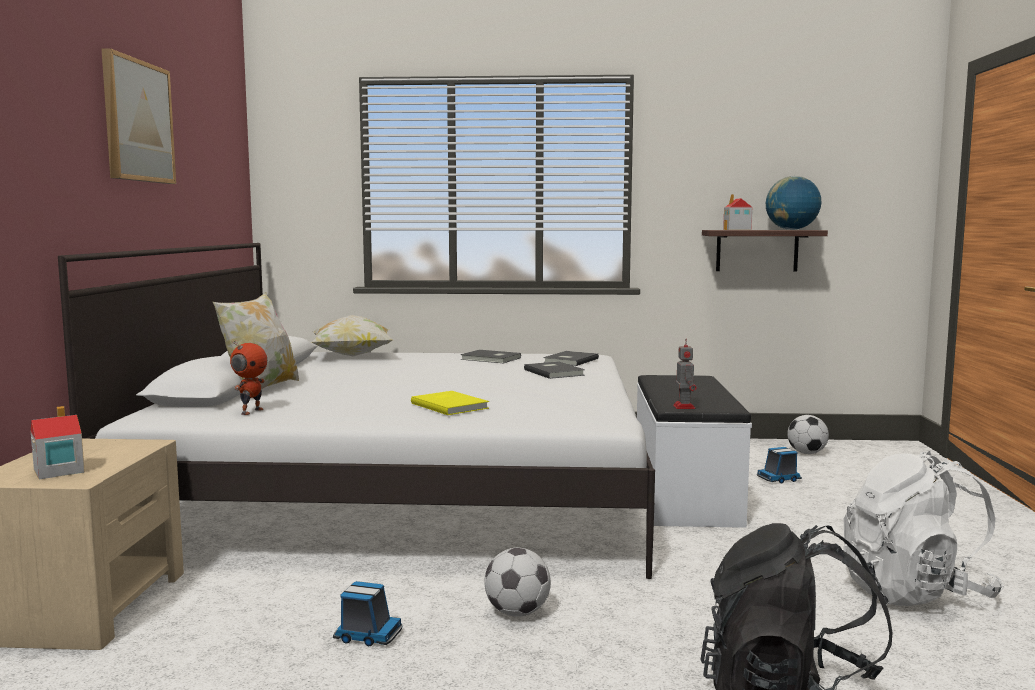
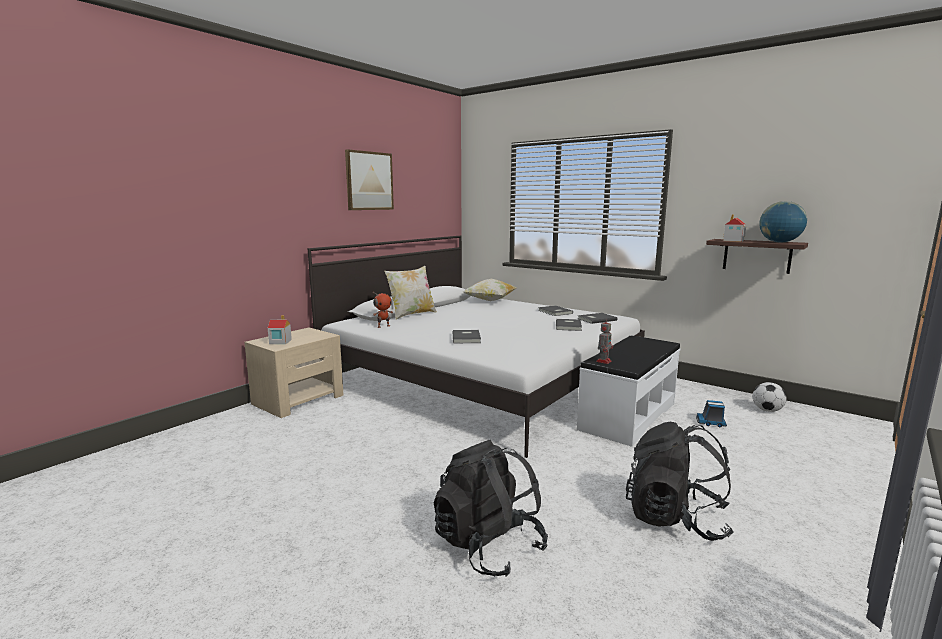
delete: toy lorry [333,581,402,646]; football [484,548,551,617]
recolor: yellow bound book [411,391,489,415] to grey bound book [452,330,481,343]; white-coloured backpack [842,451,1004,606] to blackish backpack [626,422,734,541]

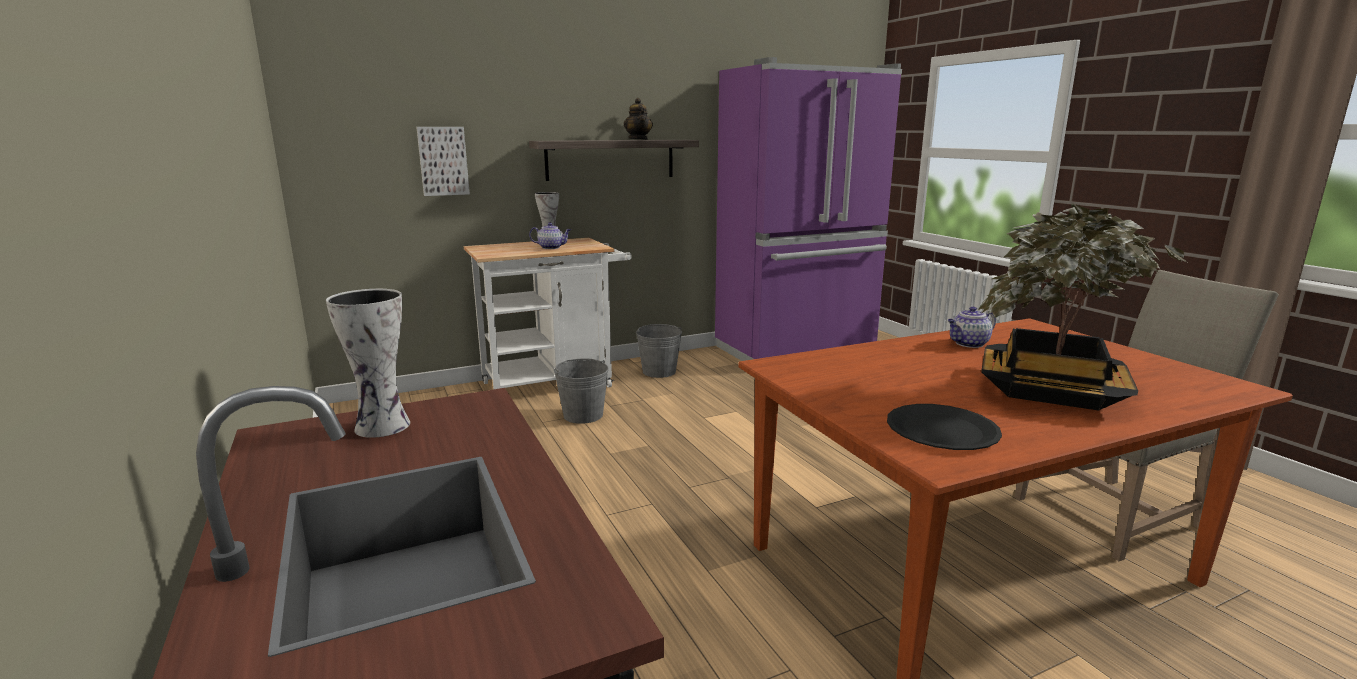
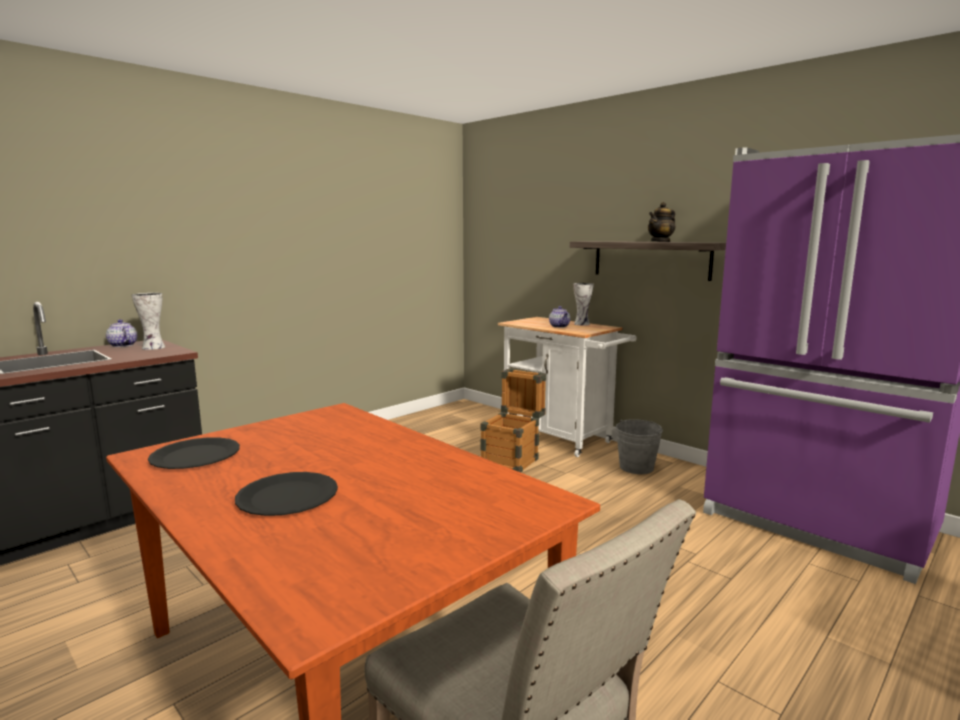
delete: picture [416,127,470,196]
move: teapot [948,307,996,348] to [106,319,138,347]
replace: grey pail [554,358,609,424] to packing crate [480,369,546,473]; potted plant [978,203,1187,410] to blackish flat dish [235,472,338,516]

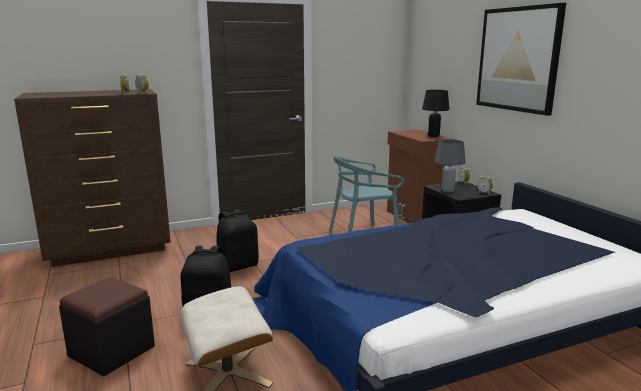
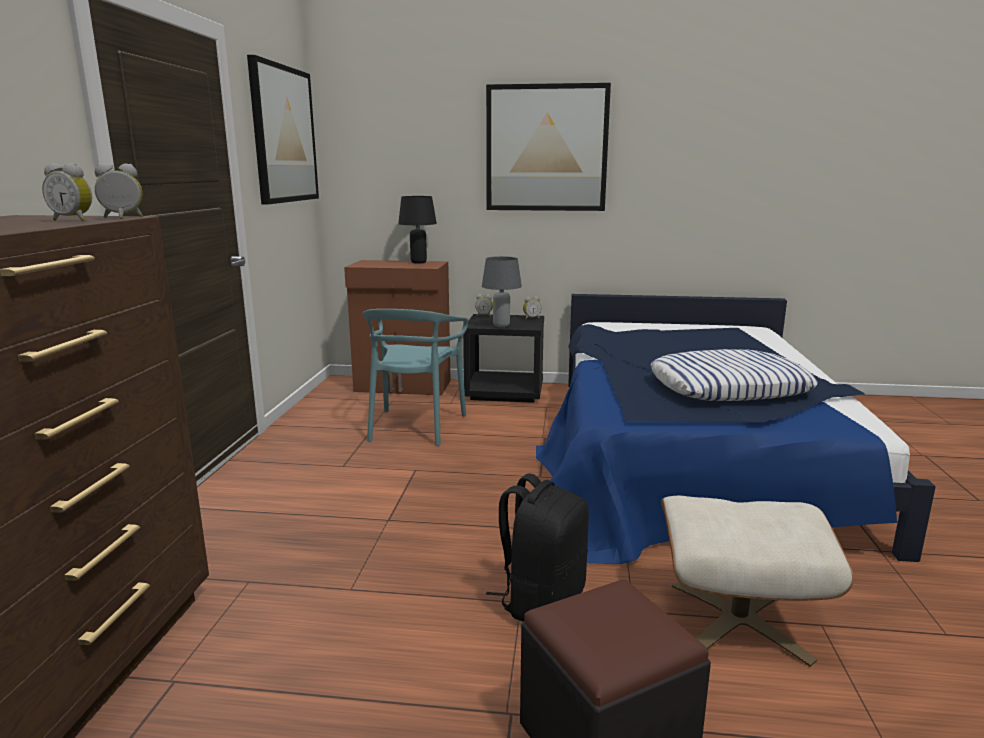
delete: blackish backpack [217,209,259,272]
insert: picture [247,55,319,204]; cushion [650,349,818,401]

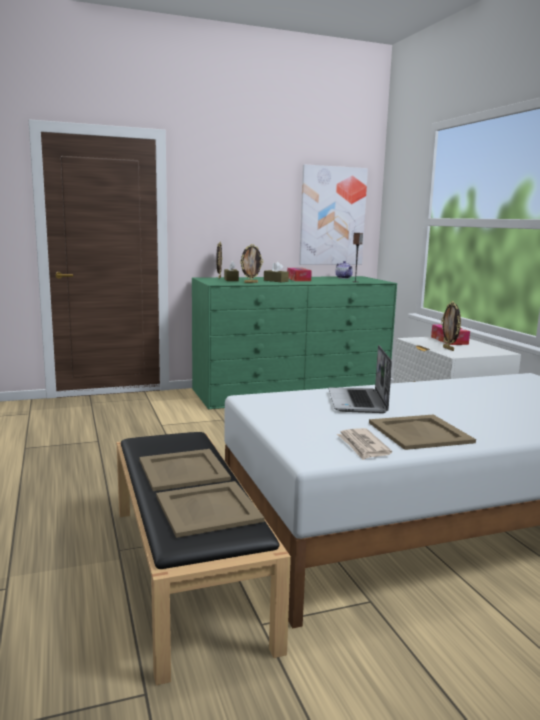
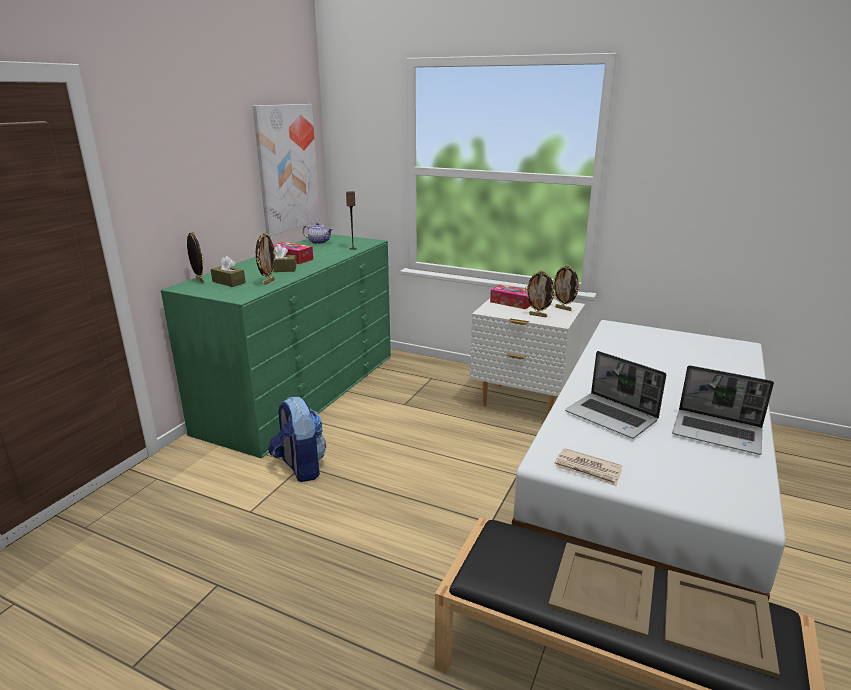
insert: backpack [268,397,326,482]; picture frame [552,265,580,311]
move: newspaper [337,428,392,460] to [555,448,622,486]
replace: sand-coloured tray [369,414,476,450] to portable computer [672,365,774,455]

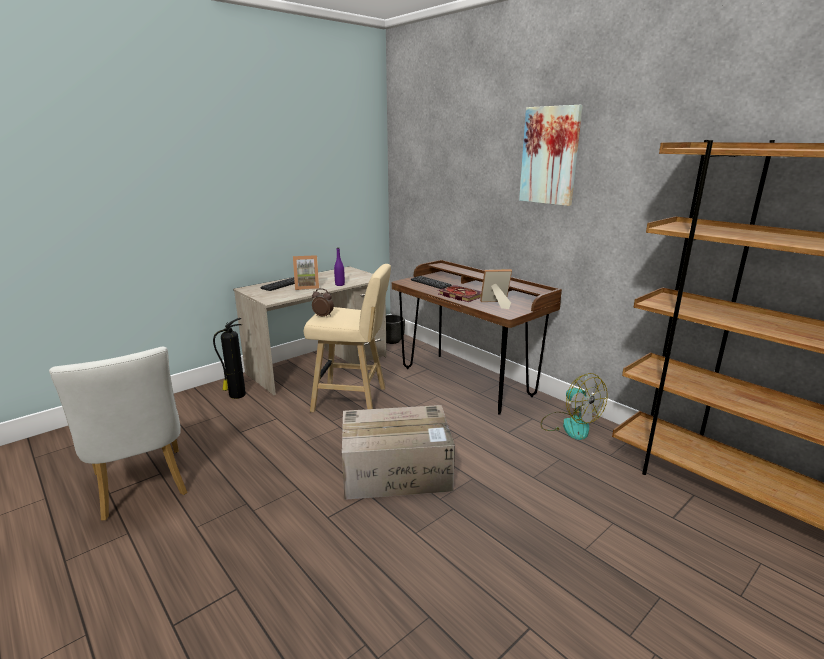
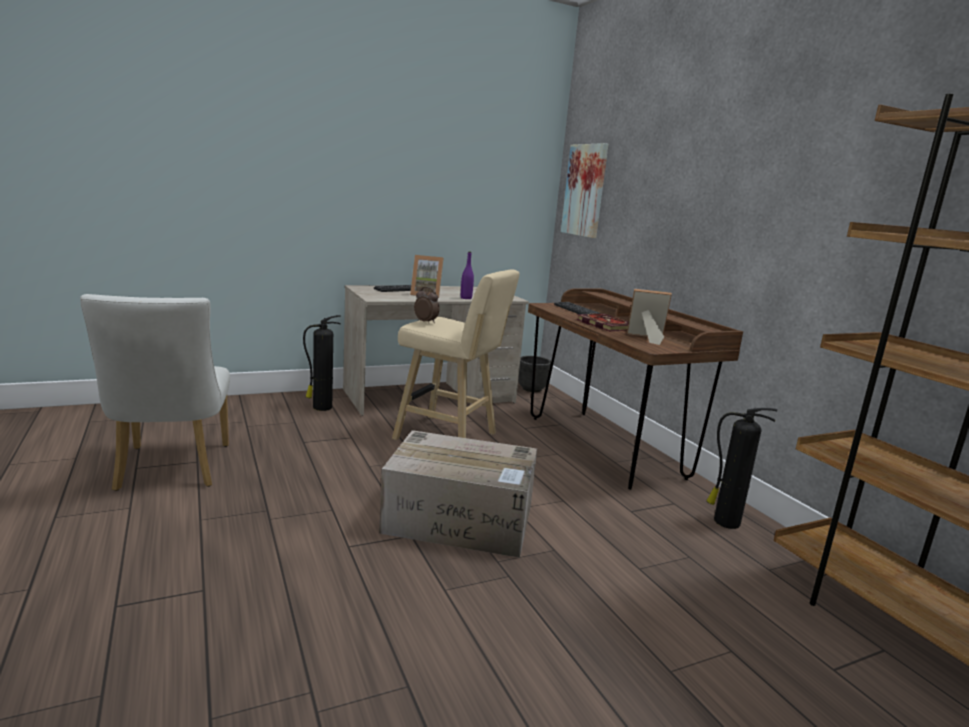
move: picture [519,105,583,206] to [561,143,608,238]
replace: fan [541,373,607,440] to extinguisher [706,408,777,529]

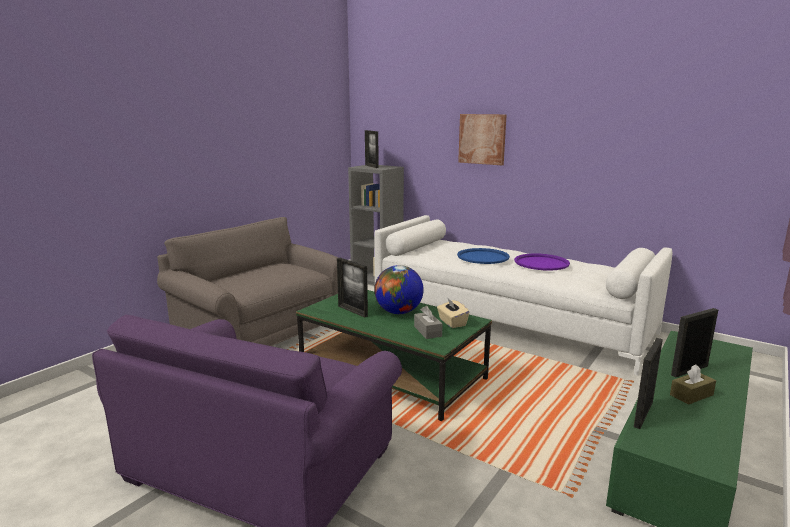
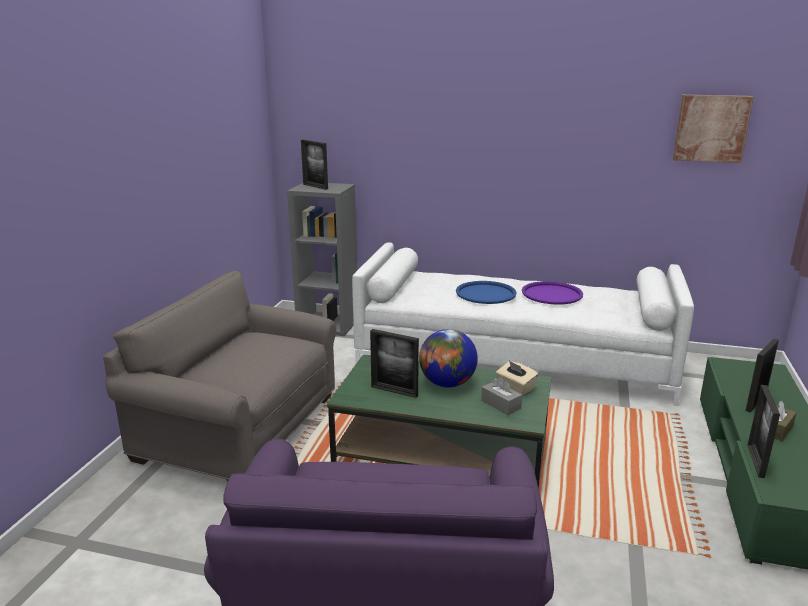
move: picture [458,114,507,165] to [673,95,754,163]

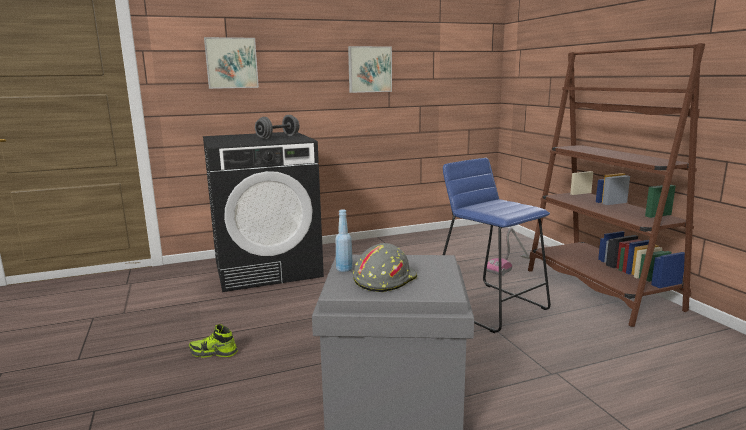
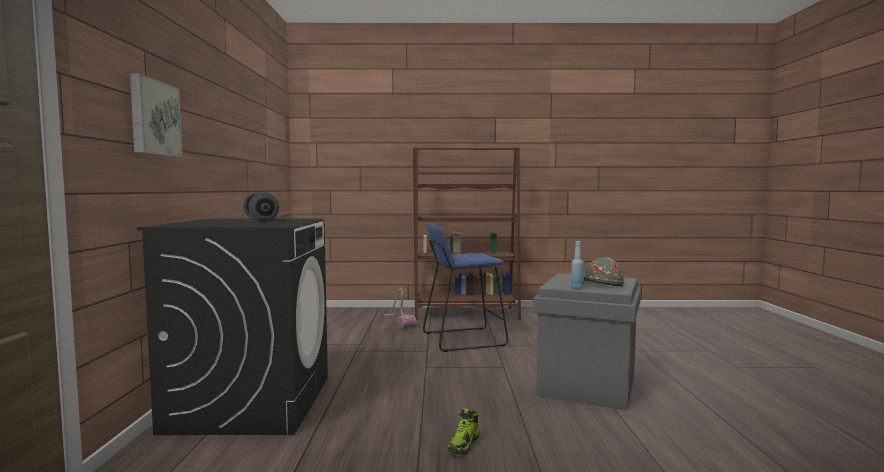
delete: picture [348,46,392,93]

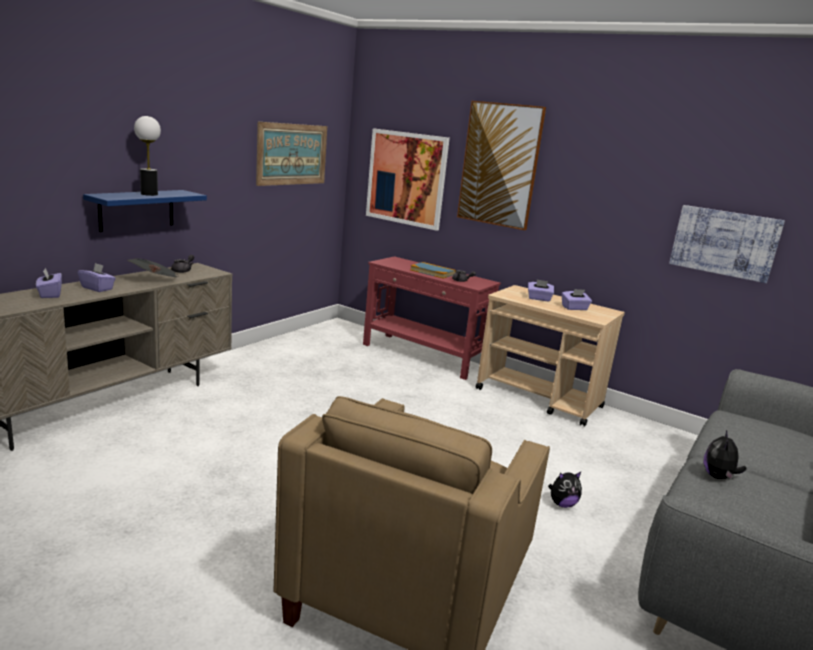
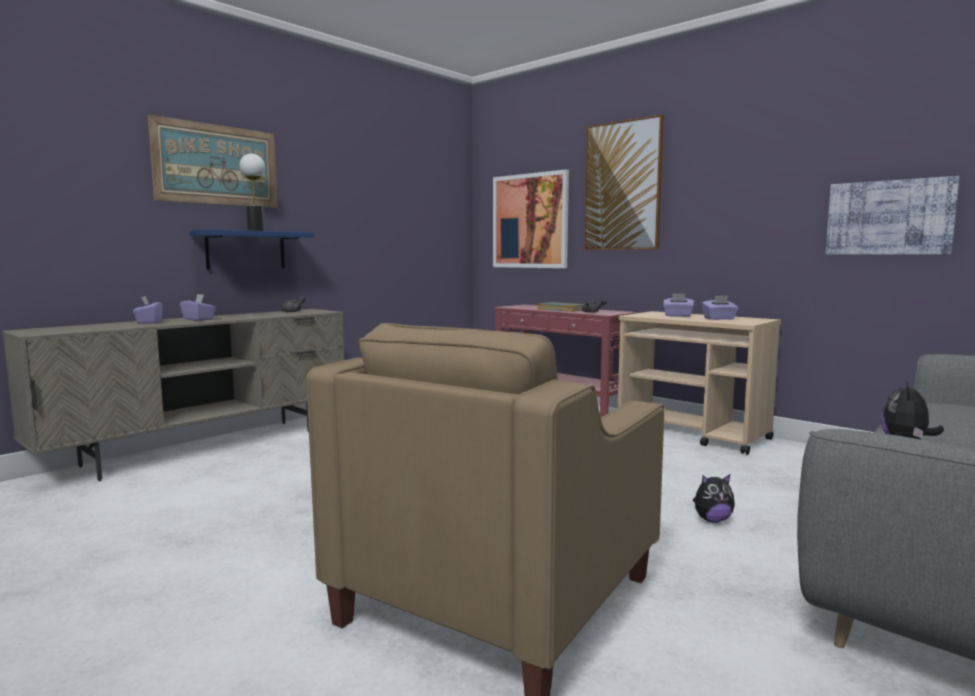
delete: newspaper [127,259,178,277]
move: picture [256,122,327,186] to [148,115,278,208]

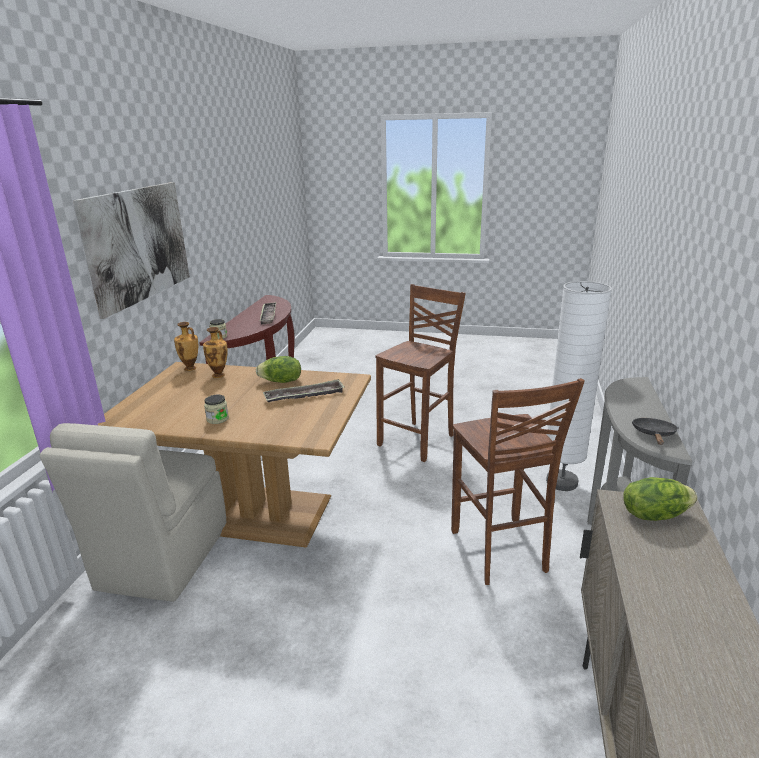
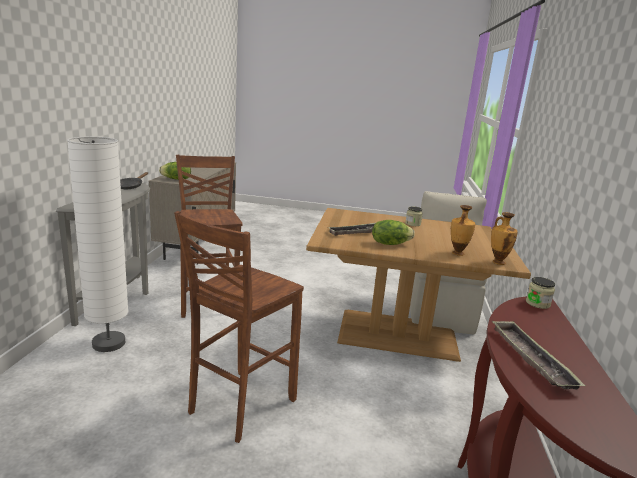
delete: picture [73,182,190,319]

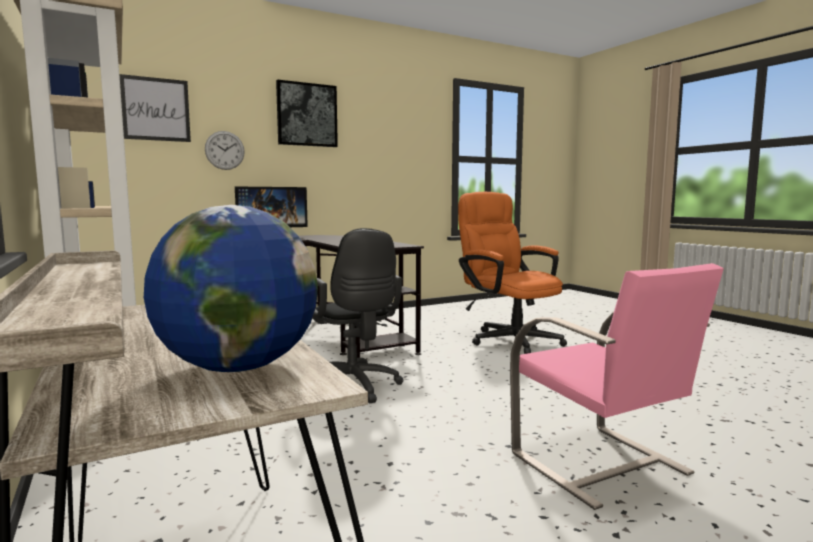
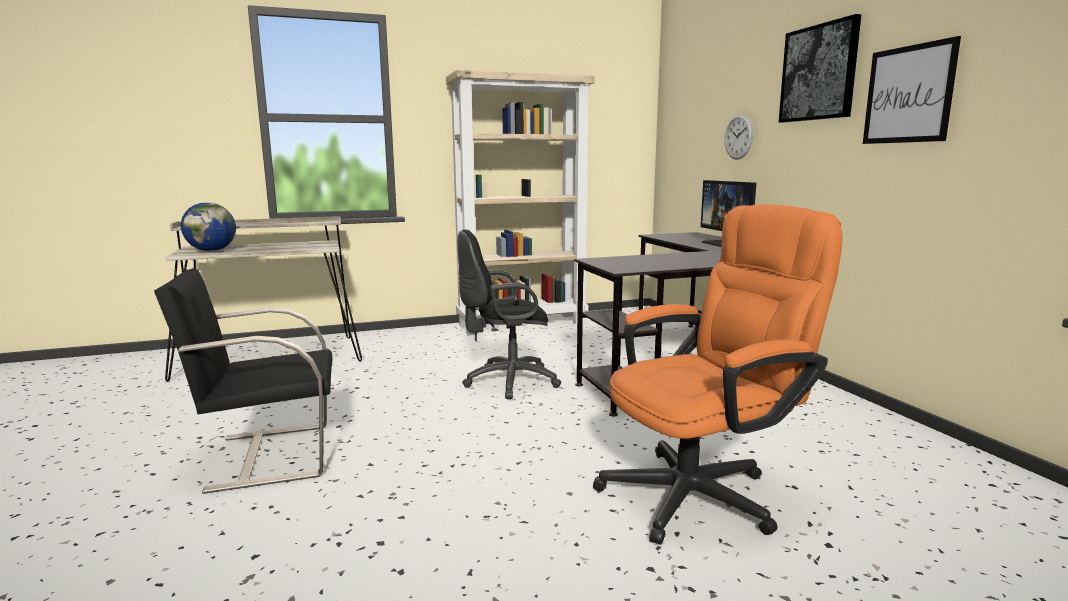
move: picture [119,74,191,142] to [863,36,961,144]
recolor: pinkish chair [510,263,724,510] to blackish chair [154,268,333,494]

